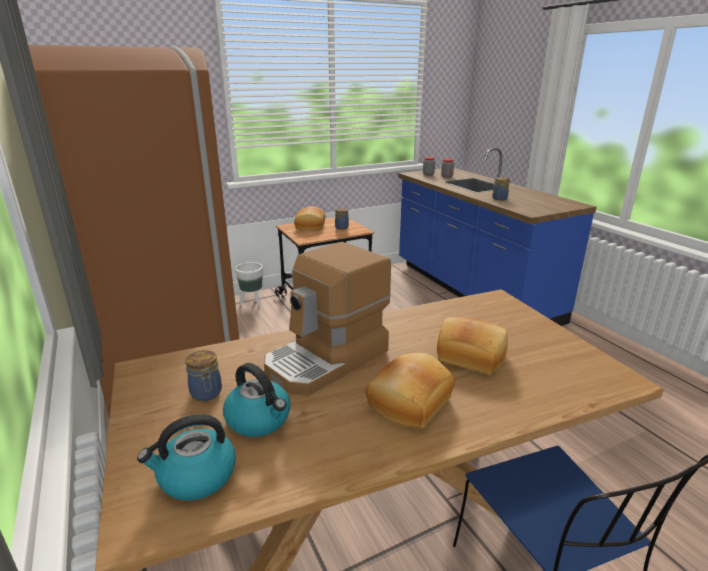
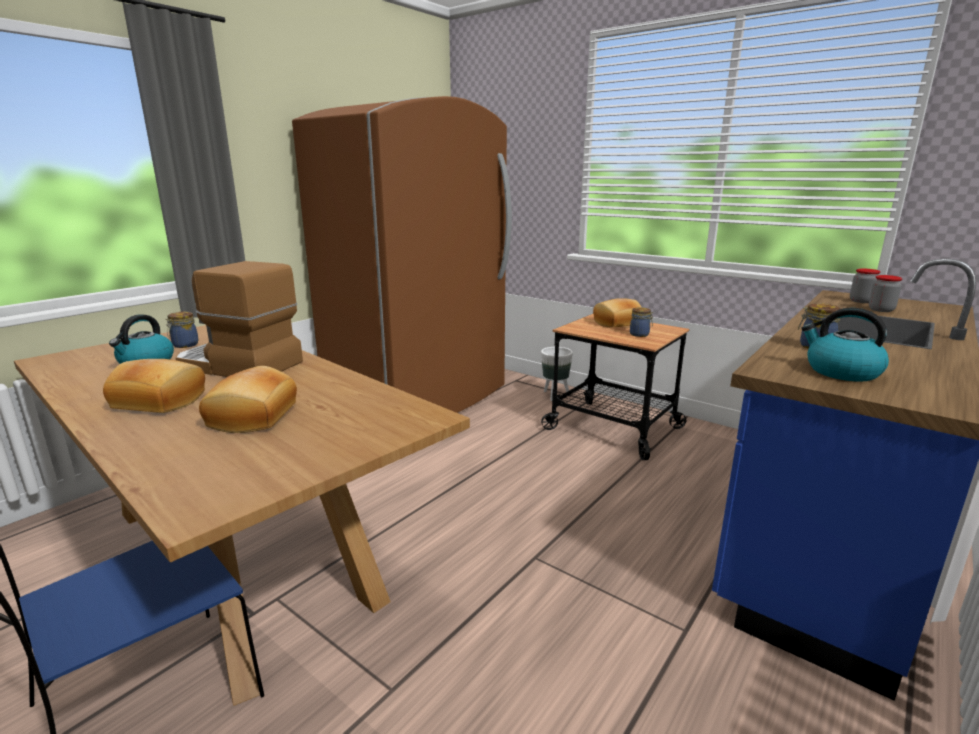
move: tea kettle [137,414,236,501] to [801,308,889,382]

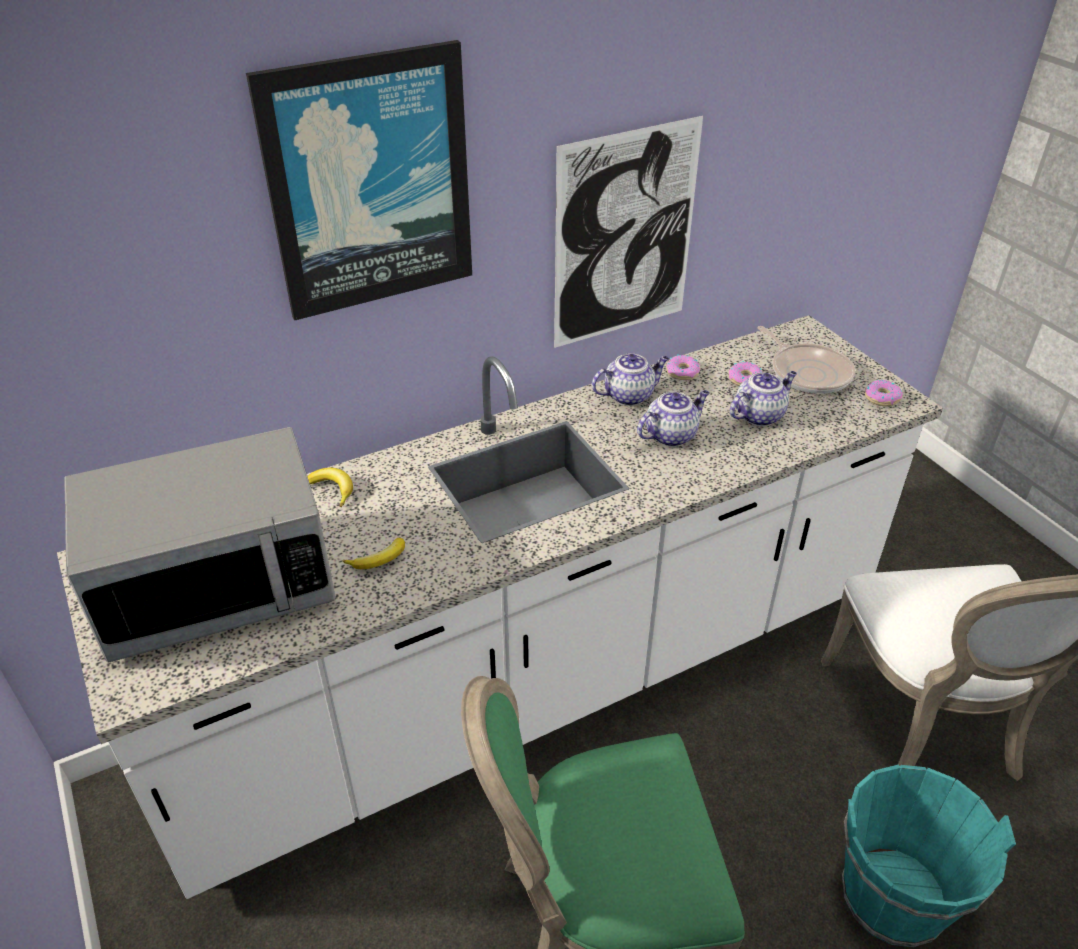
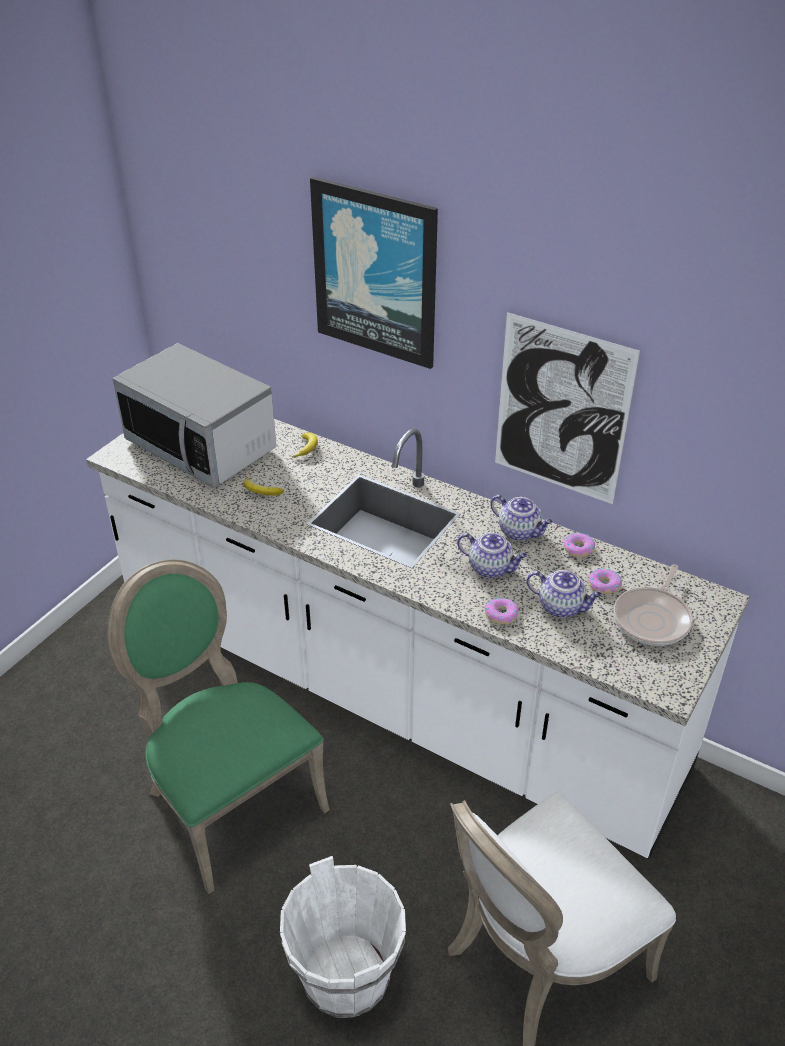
move: donut [865,380,903,406] to [484,598,519,625]
recolor: turquoise pail [842,765,1016,947] to white-coloured pail [280,856,406,1018]

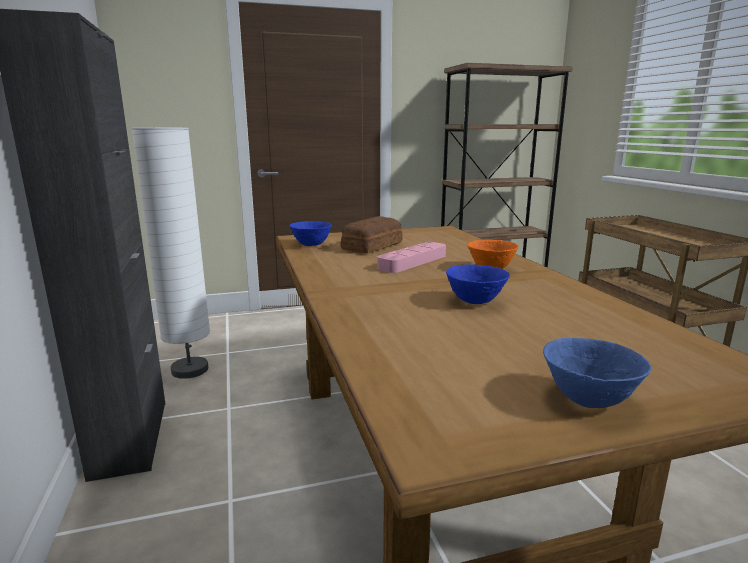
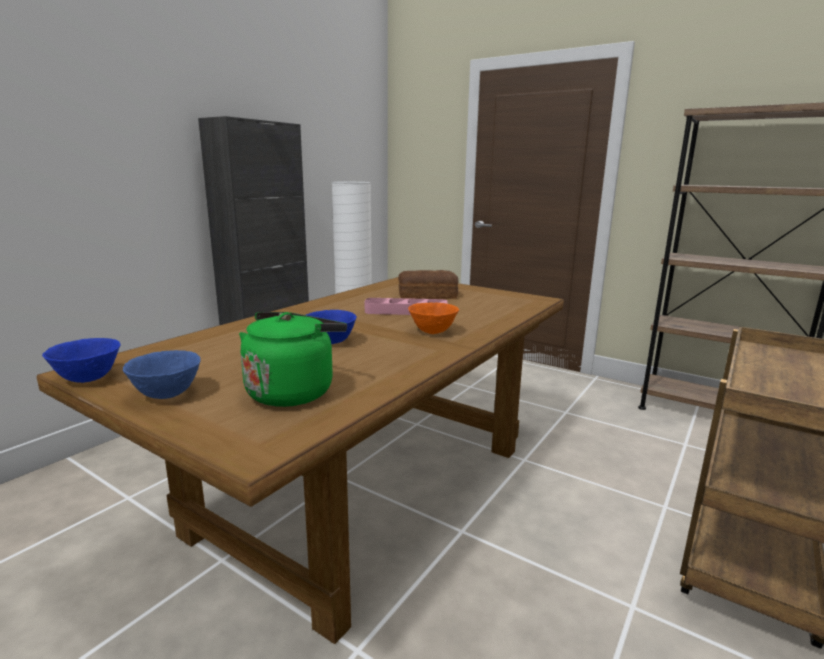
insert: greenish tea kettle [239,312,347,407]
move: blue-coloured deep dish [289,221,332,246] to [42,338,121,383]

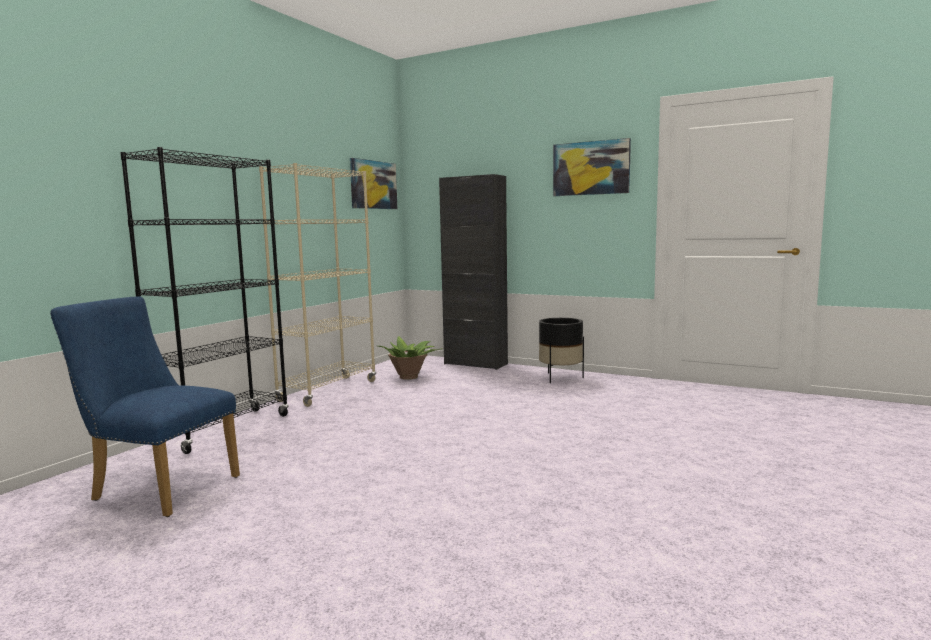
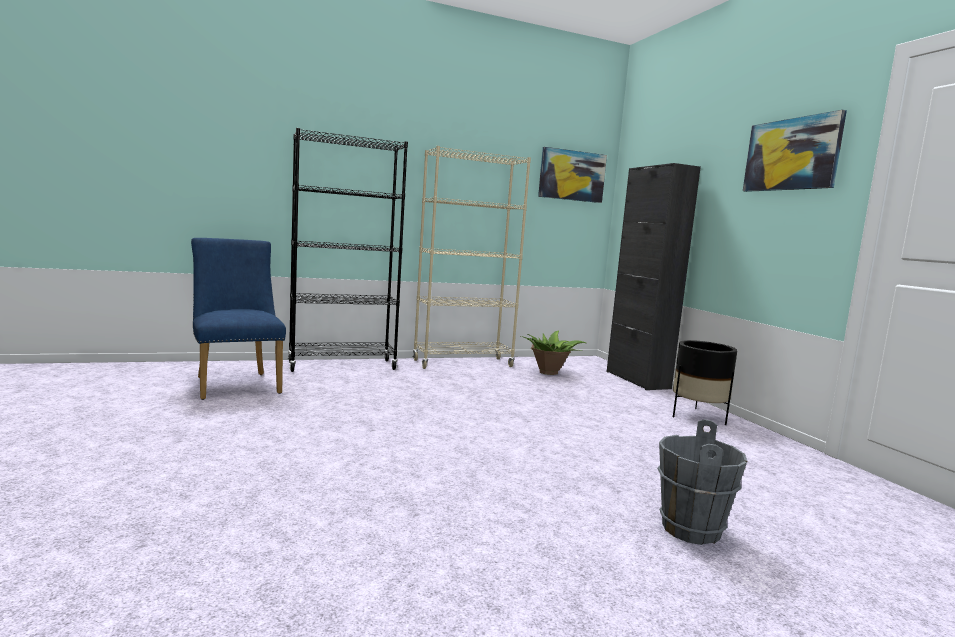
insert: grey pail [657,419,747,545]

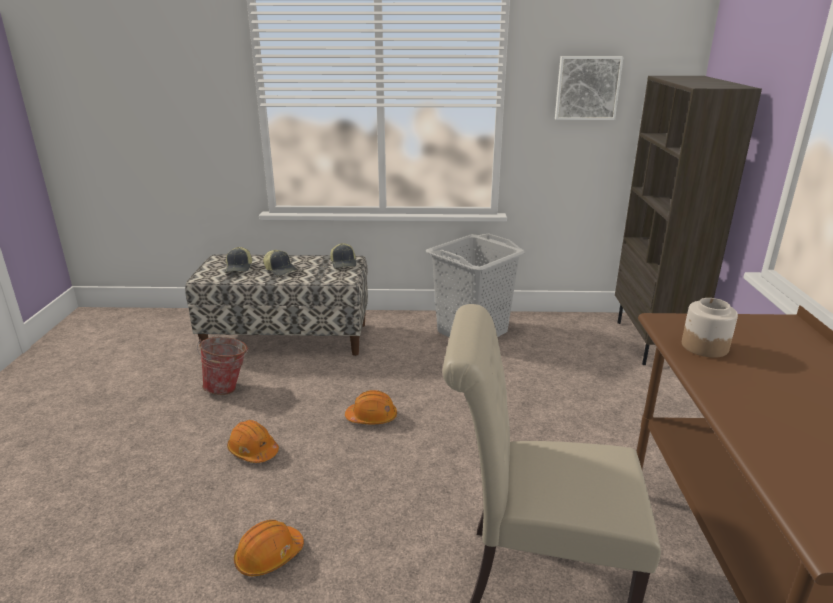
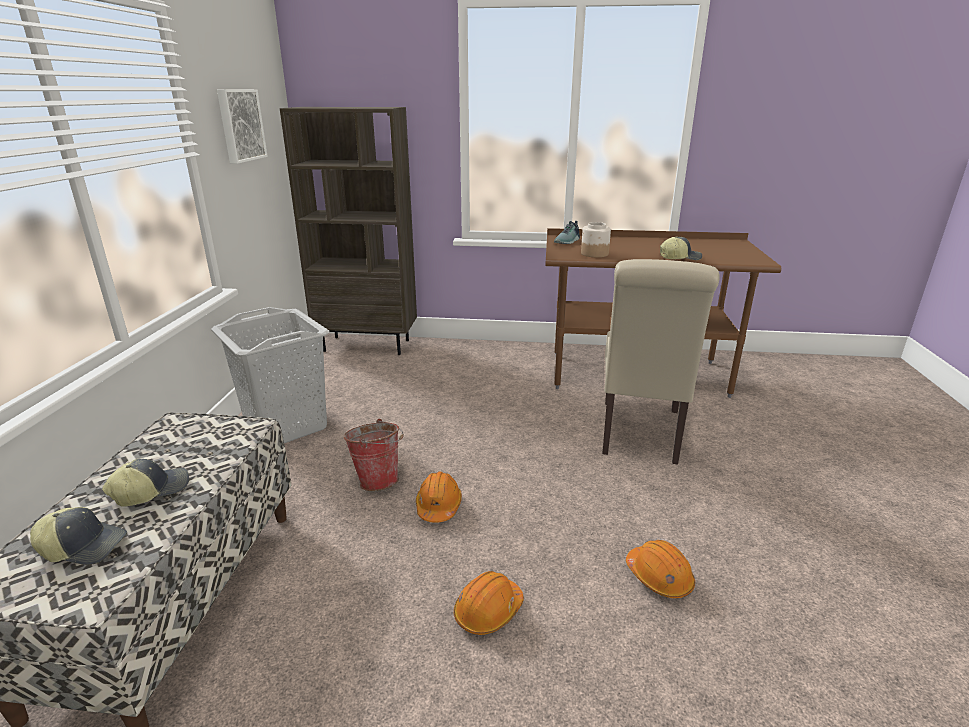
insert: shoe [554,221,580,244]
move: pail [197,337,249,395] to [343,419,404,491]; baseball cap [330,243,356,269] to [660,236,702,260]

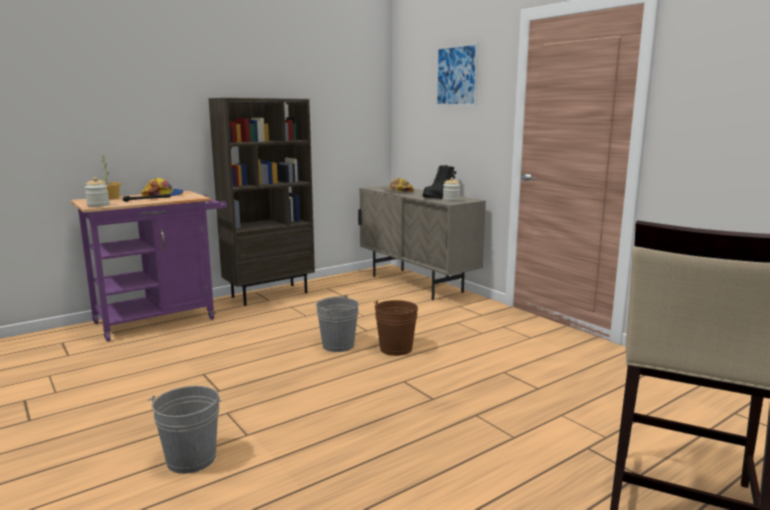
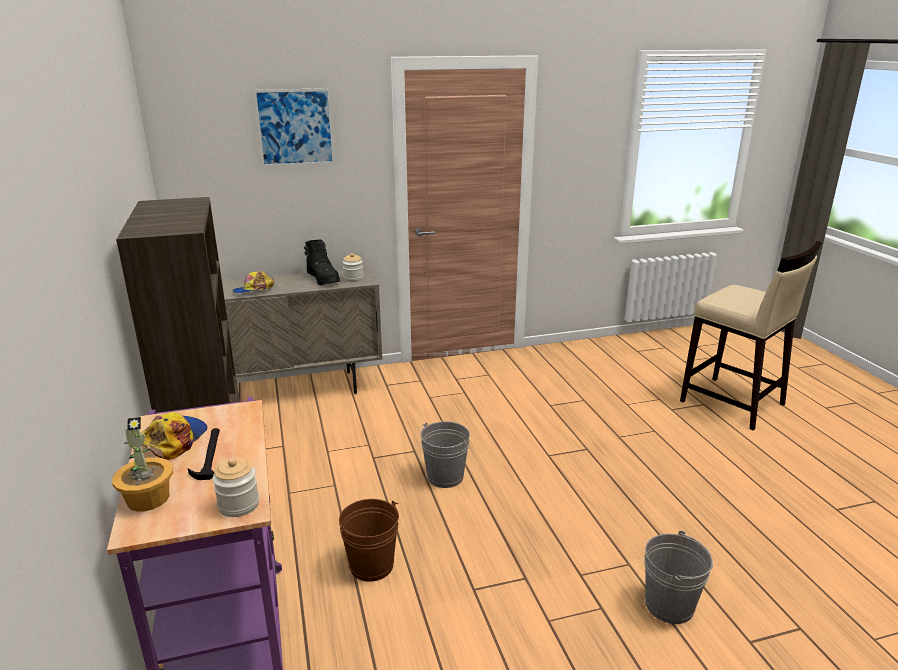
move: brown-coloured pail [374,300,418,356] to [339,499,399,582]

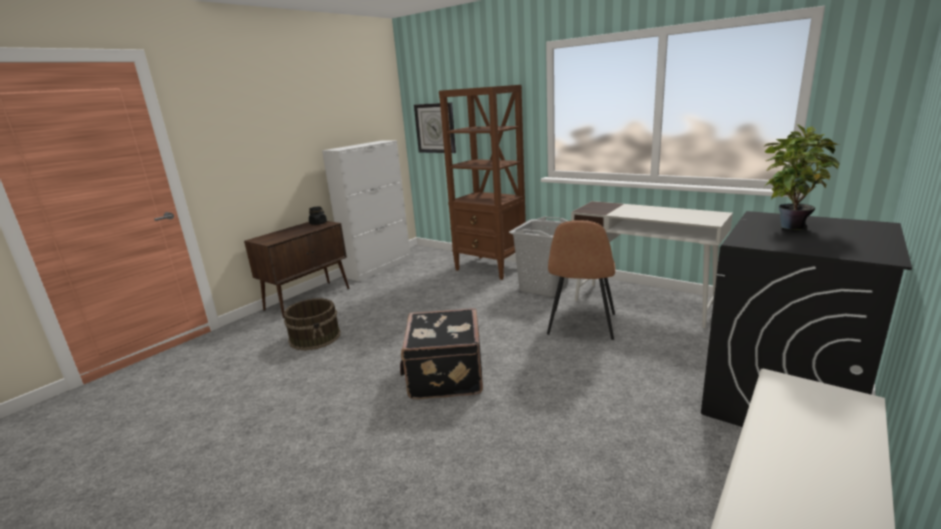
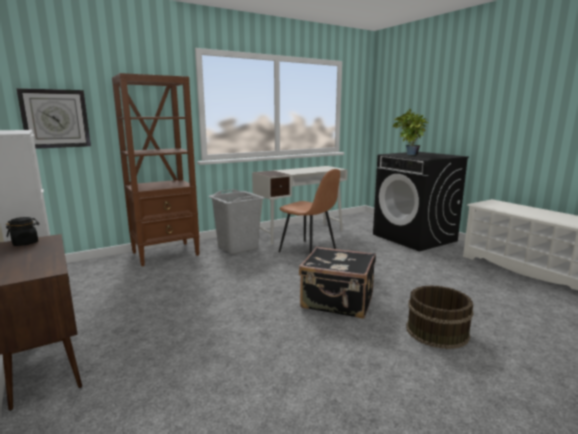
move: brown-coloured pail [284,298,341,351] to [406,285,474,349]

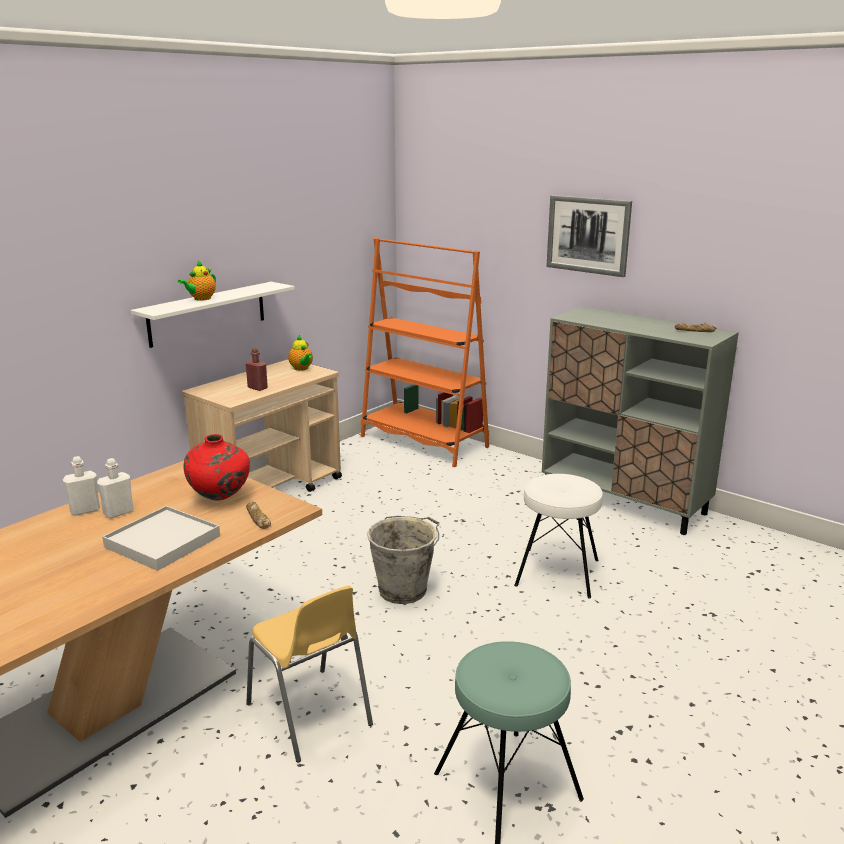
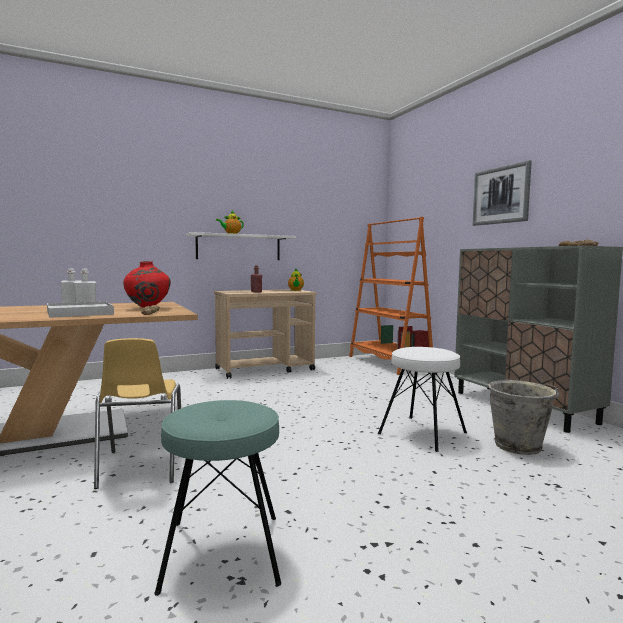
move: grey pail [367,516,440,604] to [488,380,559,455]

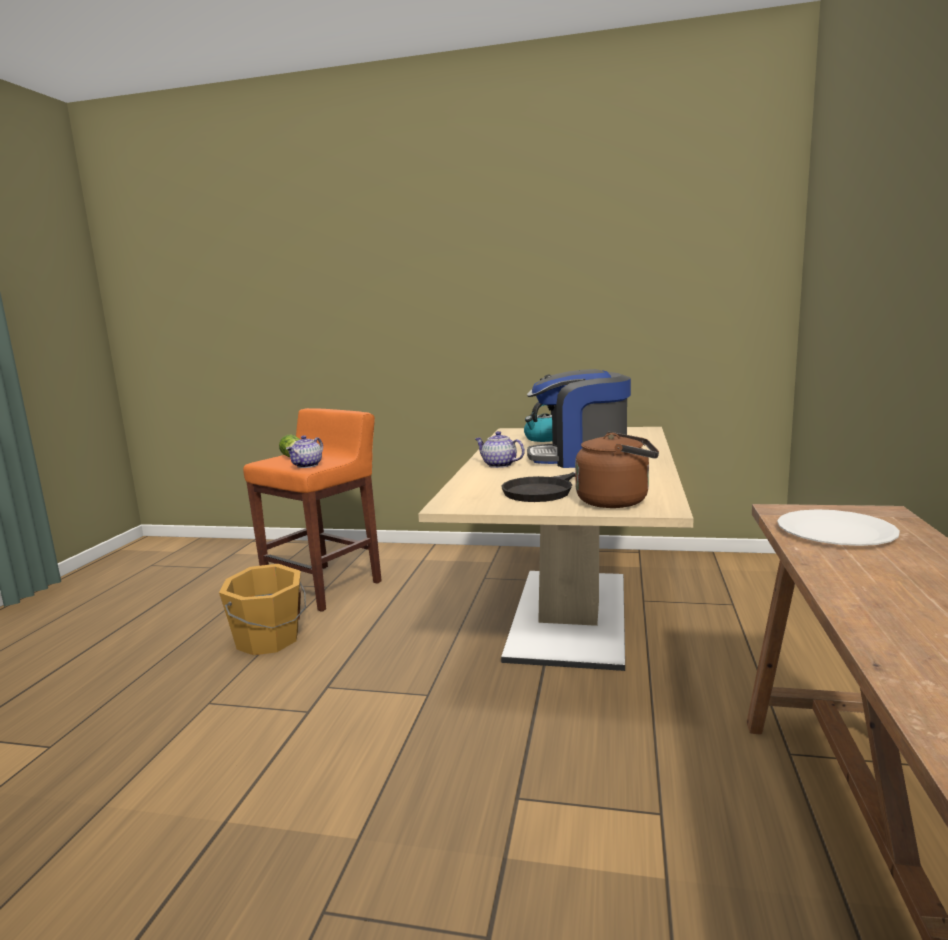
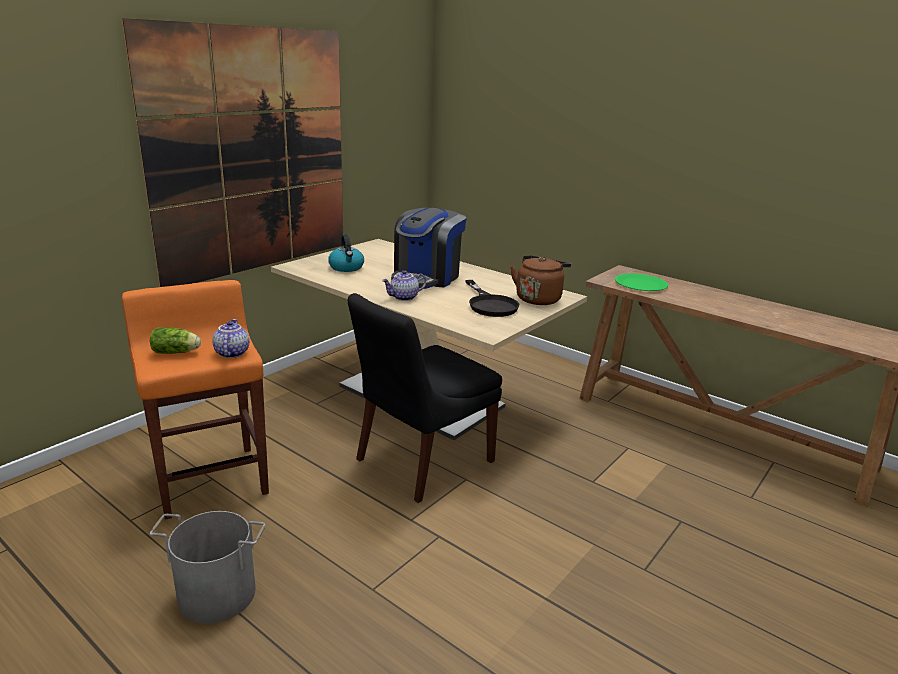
delete: orange pail [219,564,306,655]
insert: picture [122,18,343,287]; grey pail [150,511,265,624]; blackish chair [348,293,502,503]
recolor: white-coloured flat dish [777,509,900,546] to greenish flat dish [615,273,668,291]
rotate: teapot [286,435,323,468] = [212,319,249,358] 150 degrees counterclockwise

